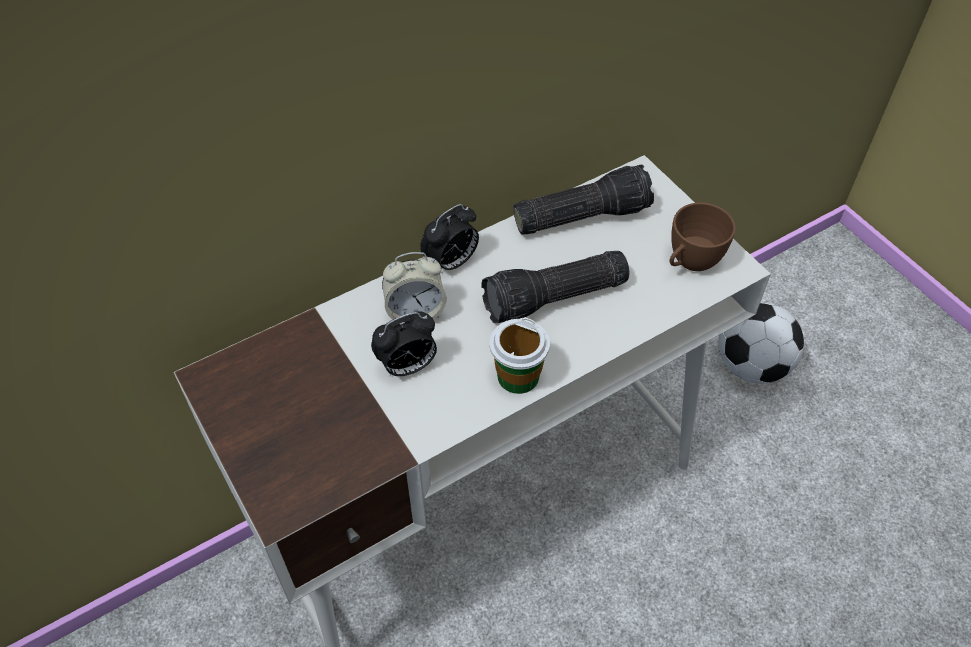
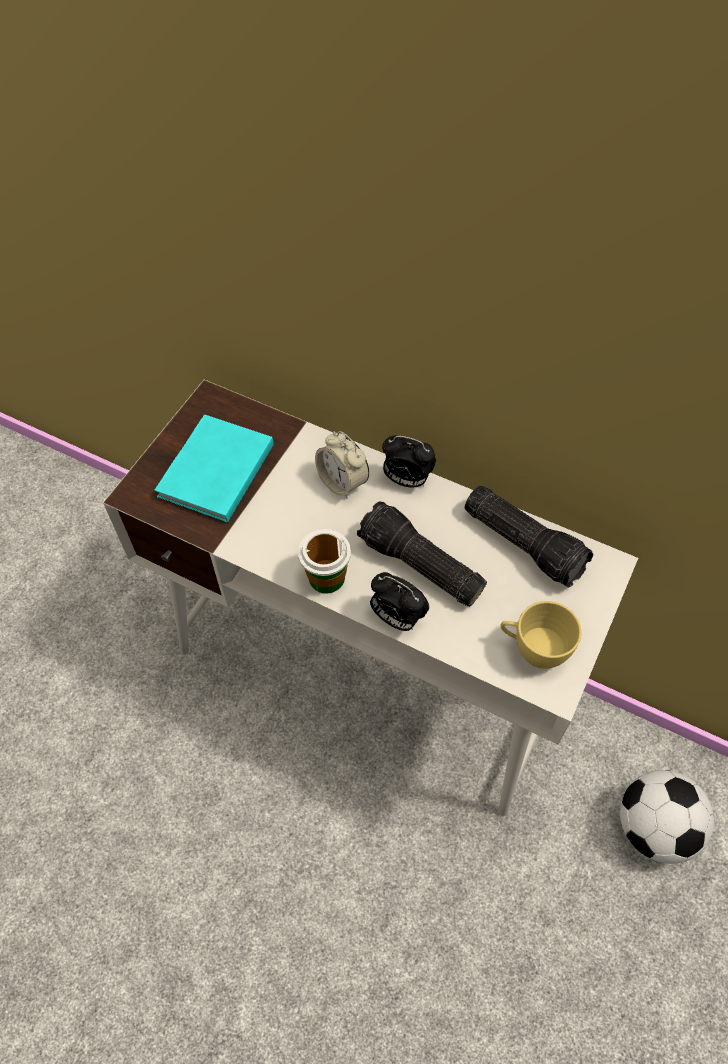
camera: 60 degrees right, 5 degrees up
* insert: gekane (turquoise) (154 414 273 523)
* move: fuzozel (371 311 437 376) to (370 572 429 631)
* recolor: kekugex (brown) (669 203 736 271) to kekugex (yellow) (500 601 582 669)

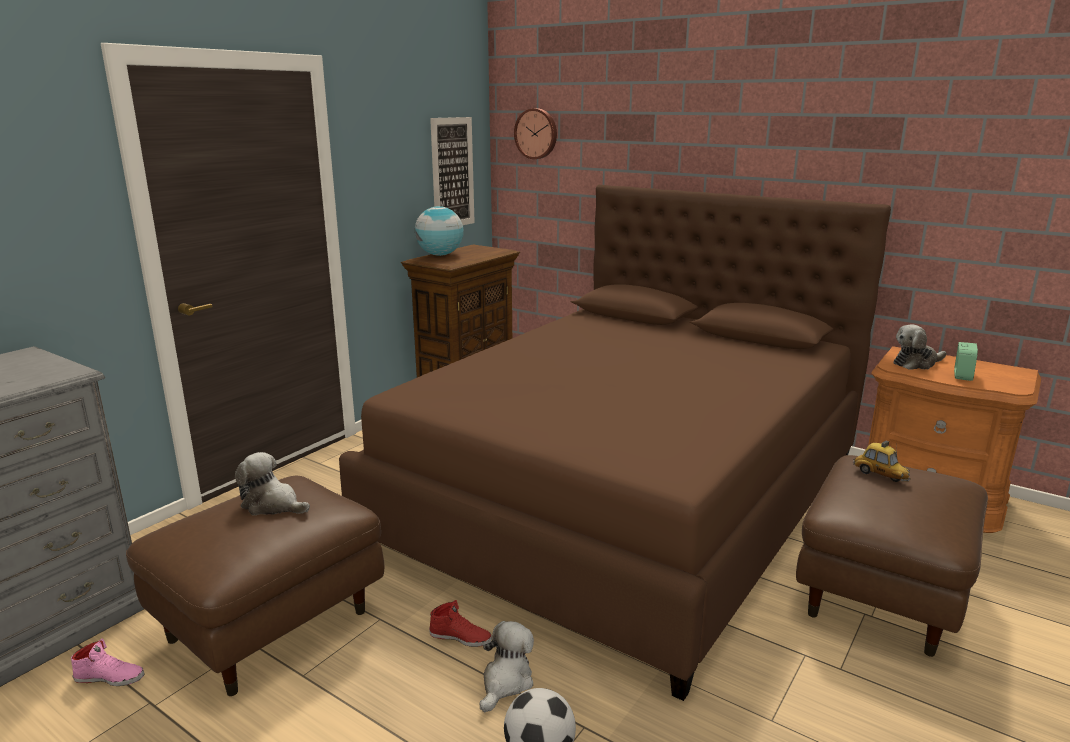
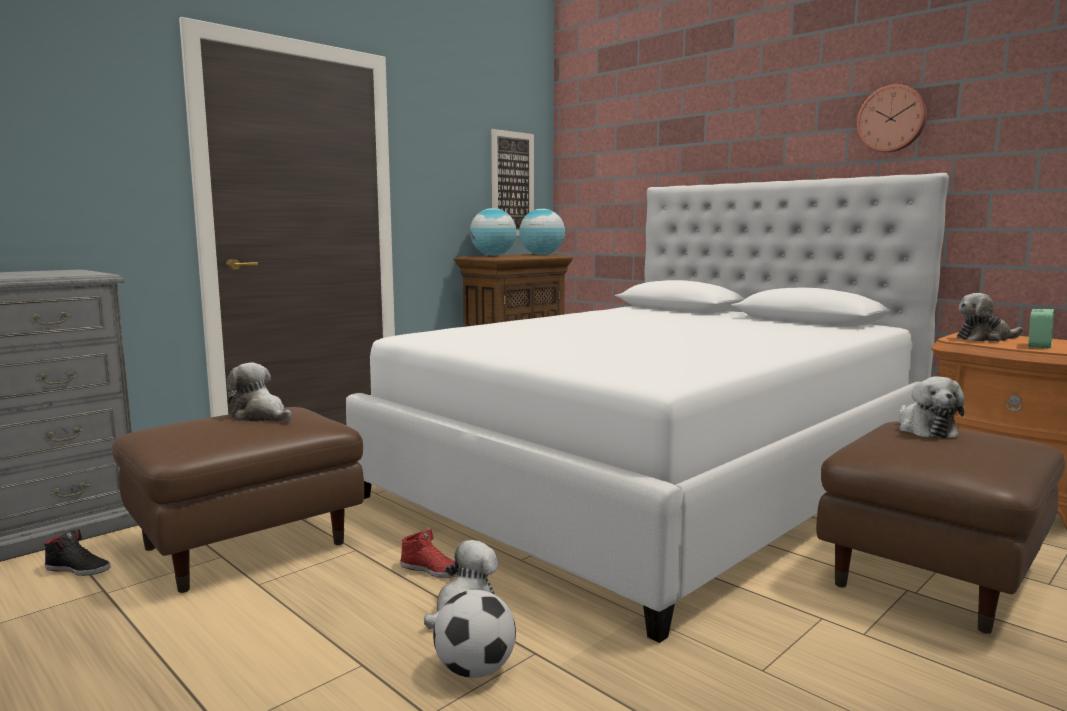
camera: 10 degrees right, 10 degrees down
* insert: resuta (519 208 565 255)
* move: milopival (514 108 557 159) to (857 84 927 152)
* replace: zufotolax (853 441 910 482) to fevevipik (899 376 964 438)
* recolor: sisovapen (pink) (71 639 145 686) to sisovapen (black) (44 529 111 576)
* recolor: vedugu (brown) (339 185 891 701) to vedugu (white) (346 173 949 643)

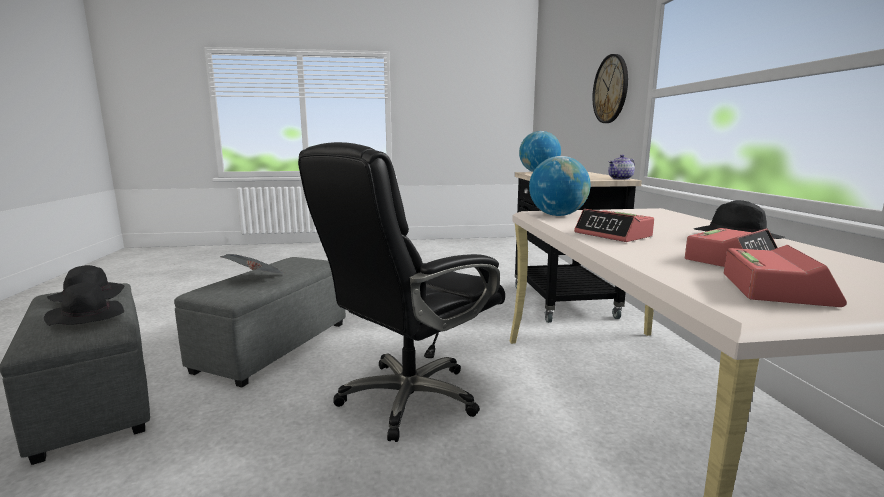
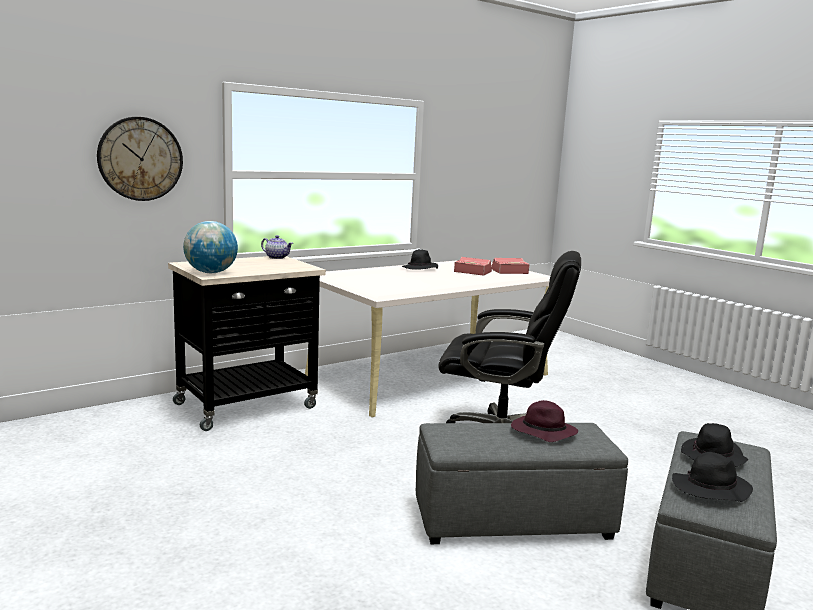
camera: 120 degrees left, 0 degrees up
* delete: resuta (529 156 590 216)
* delete: fuzozel (574 209 654 242)
* replace: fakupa (220 254 284 273) to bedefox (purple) (511 400 578 442)

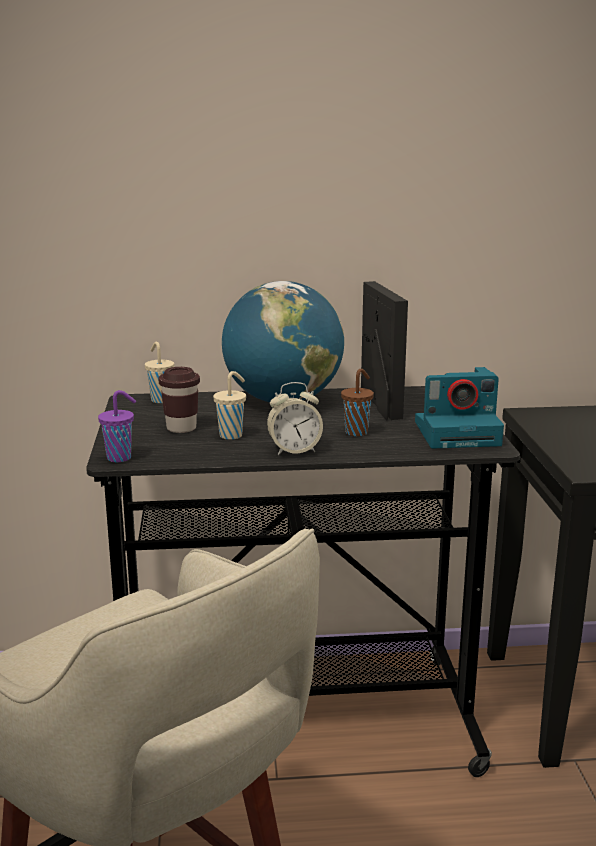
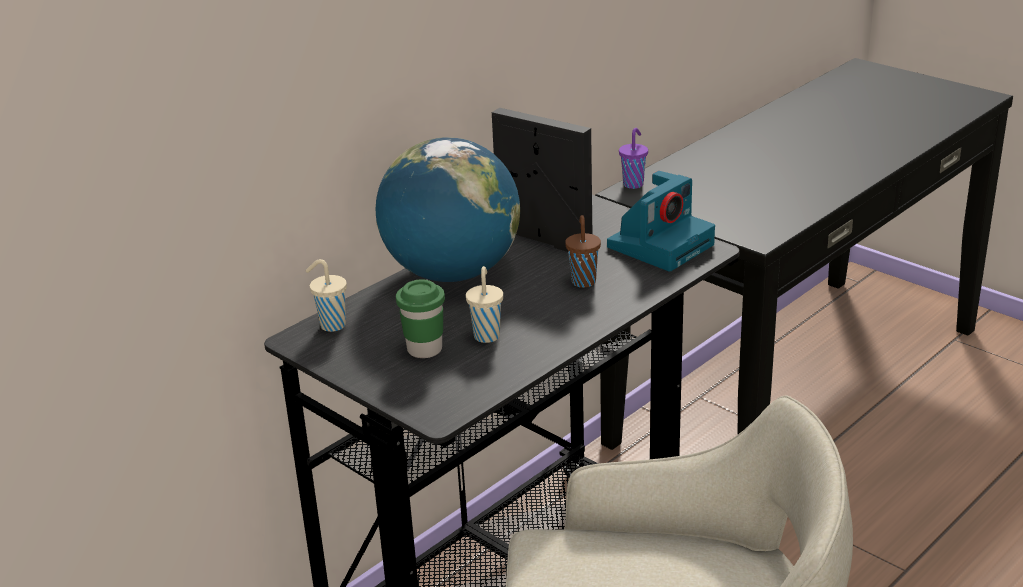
camera: 40 degrees left, 10 degrees up
* delete: fuzozel (267 382 323 455)
* move: kekugex (purple) (98 390 136 462) to (619 128 648 189)
* recolor: kekugex (brown) (159 367 200 433) to kekugex (green) (396 280 445 358)

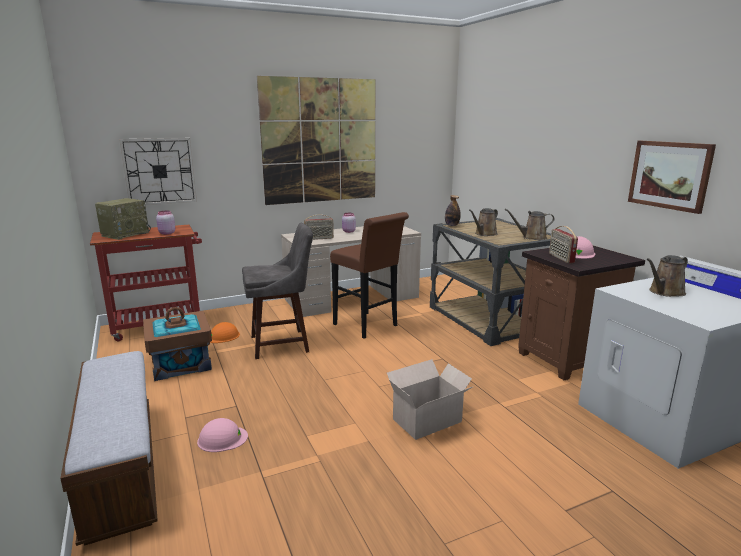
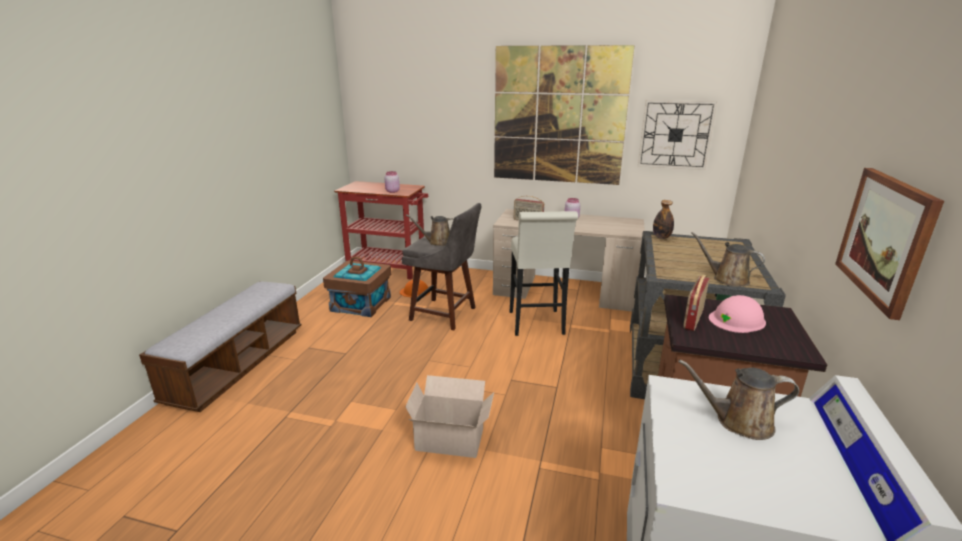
camera: 40 degrees right, 5 degrees up
* delete: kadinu (95 198 151 240)
* delete: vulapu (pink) (197 418 248 452)
* move: milopival (119 138 197 205) to (638 100 717 170)
* move: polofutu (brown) (469 208 498 236) to (406 214 454 246)
* recolor: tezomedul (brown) (330 212 409 339) to tezomedul (white) (509 211 578 336)

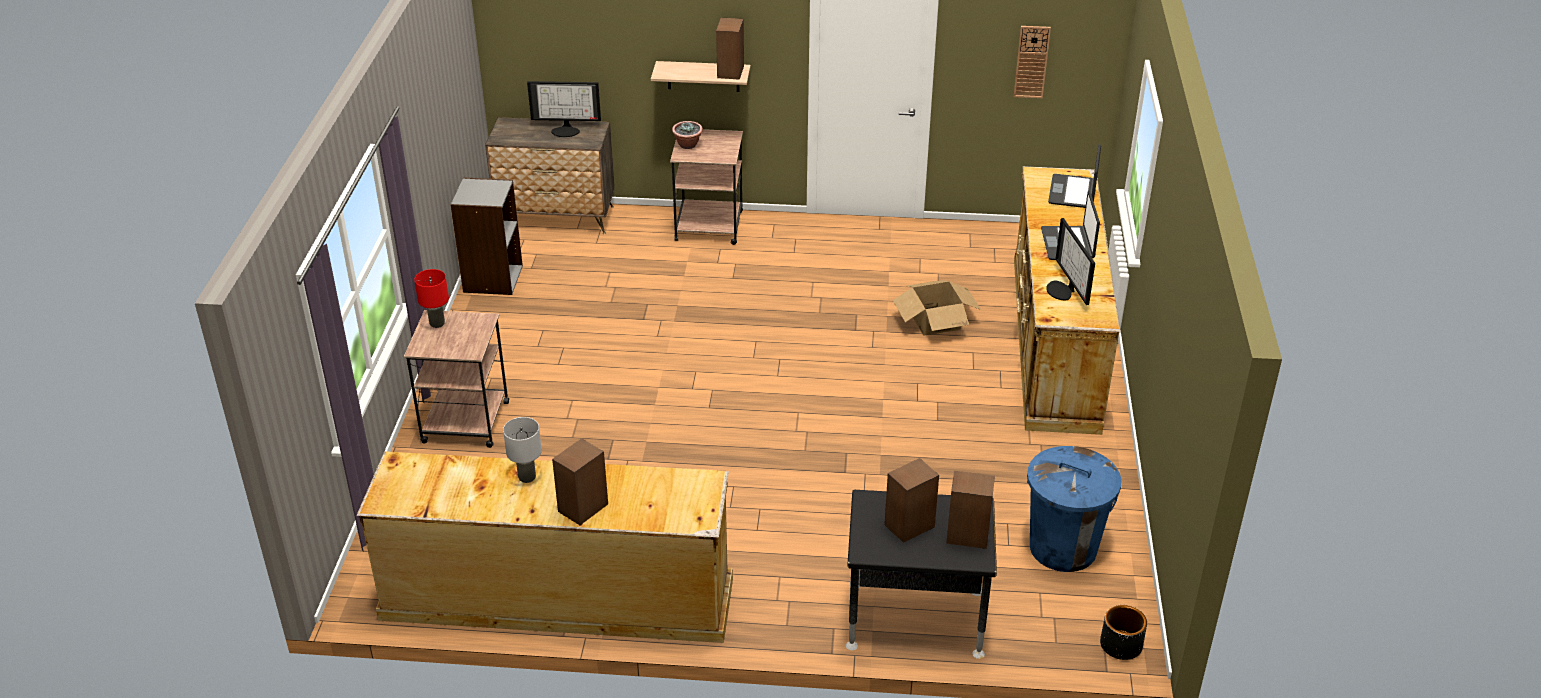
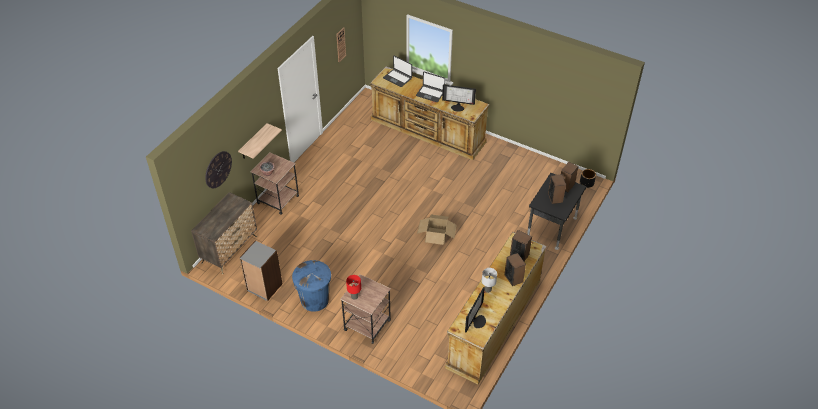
camera: 65 degrees left, 10 degrees up
* insert: milopival (205 151 232 188)
* move: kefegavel (527 81 601 137) to (465 287 486 332)
* move: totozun (716 18 744 80) to (510 230 532 261)
* move: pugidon (893 280 981 336) to (417 215 457 245)
* move: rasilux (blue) (1027 446 1121 572) to (292 260 331 312)

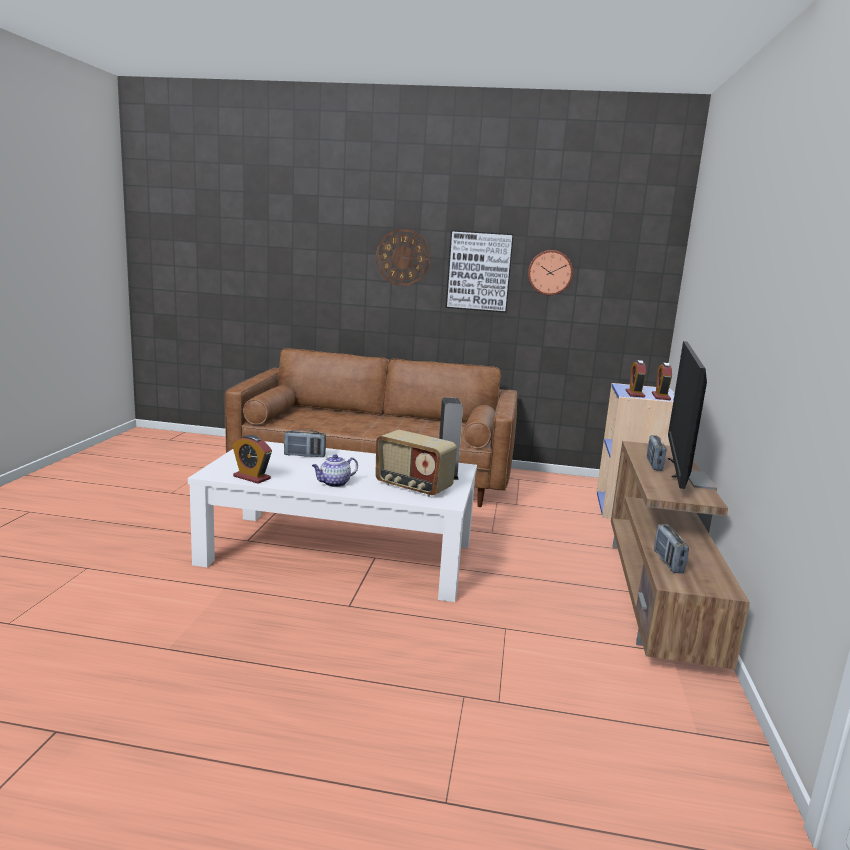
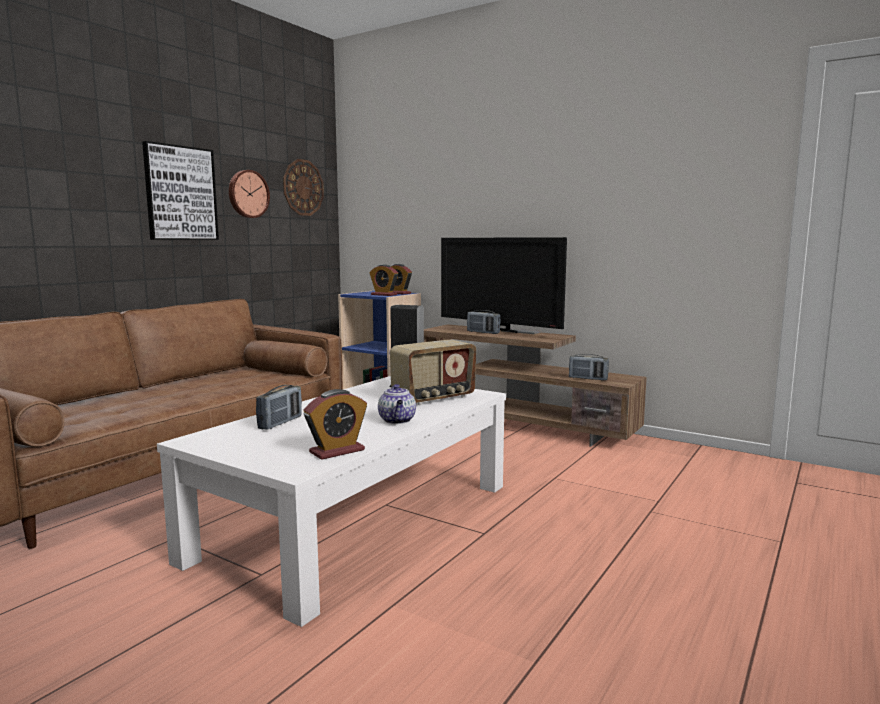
camera: 65 degrees left, 5 degrees down
* move: milopival (376 229 430 286) to (283 159 324 216)

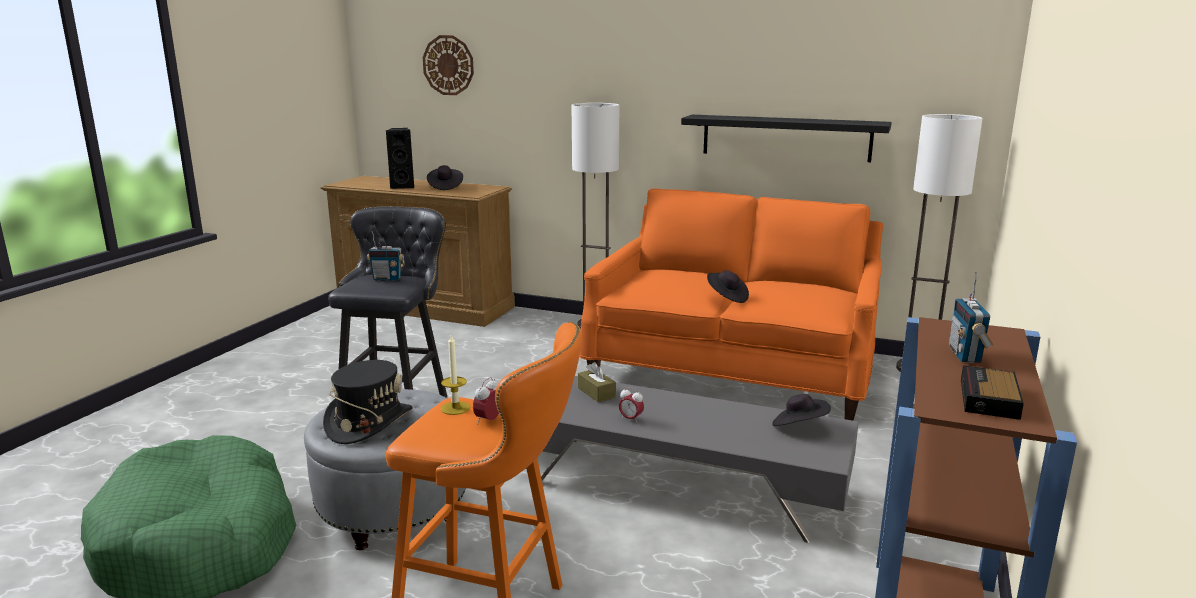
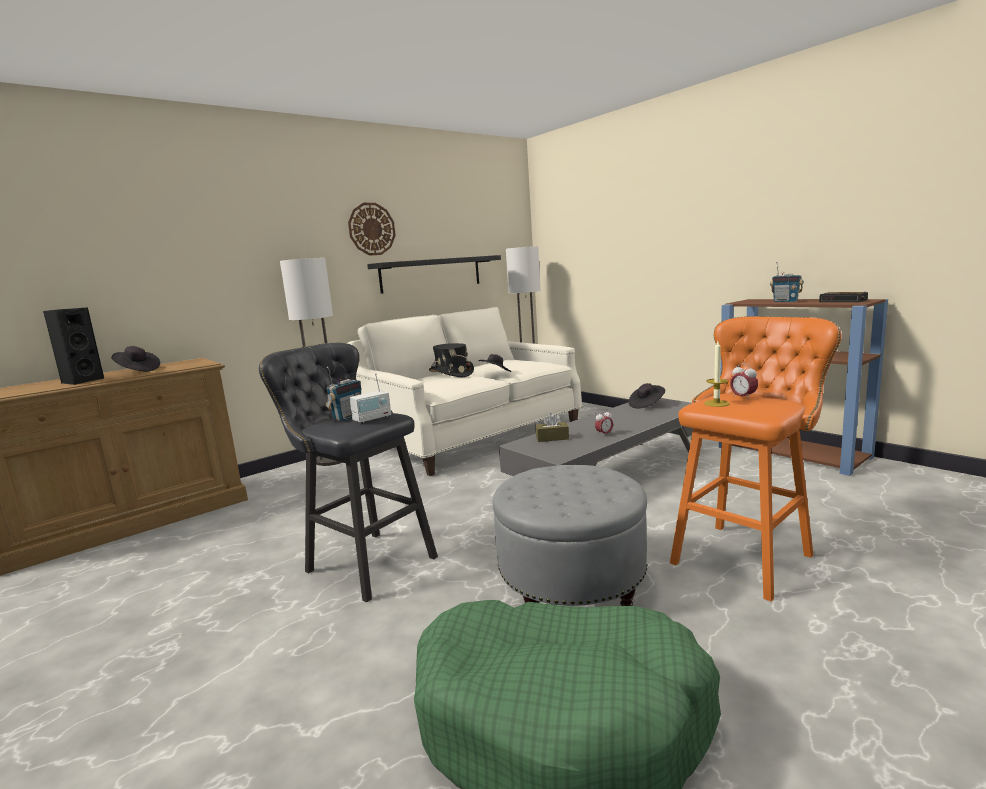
camera: 60 degrees left, 5 degrees down
* insert: kadinu (349 373 391 423)
* move: bedefox (black) (323 360 413 444) to (429 343 474 377)
* move: milopival (423 35 474 95) to (348 203 396 256)
* recolor: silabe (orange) (580 188 883 421) to silabe (white) (348 307 583 476)

